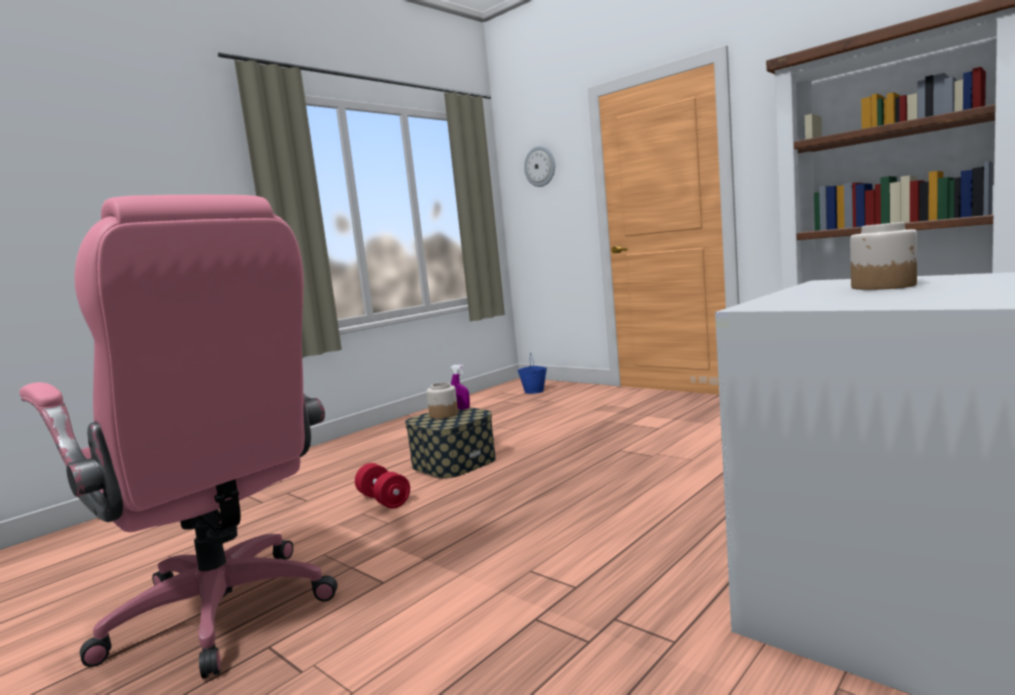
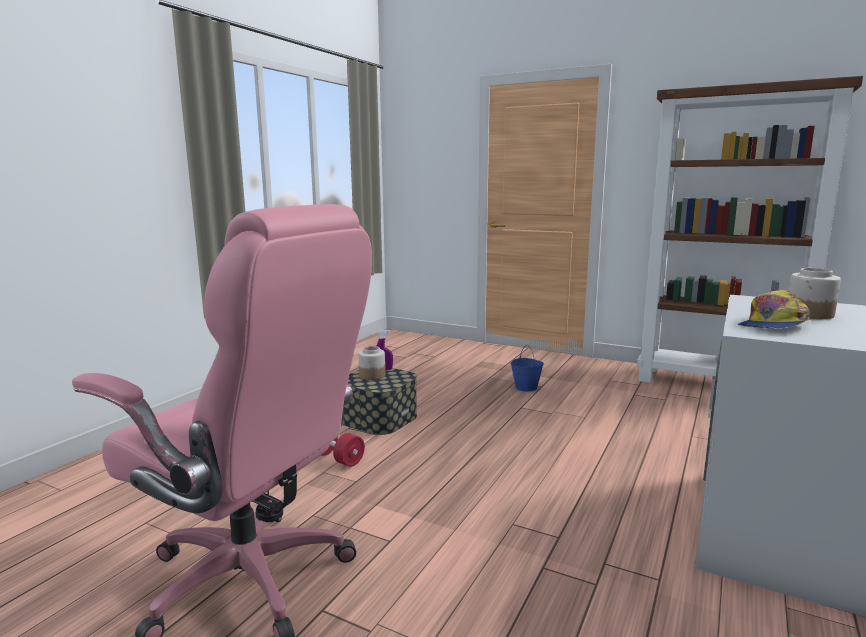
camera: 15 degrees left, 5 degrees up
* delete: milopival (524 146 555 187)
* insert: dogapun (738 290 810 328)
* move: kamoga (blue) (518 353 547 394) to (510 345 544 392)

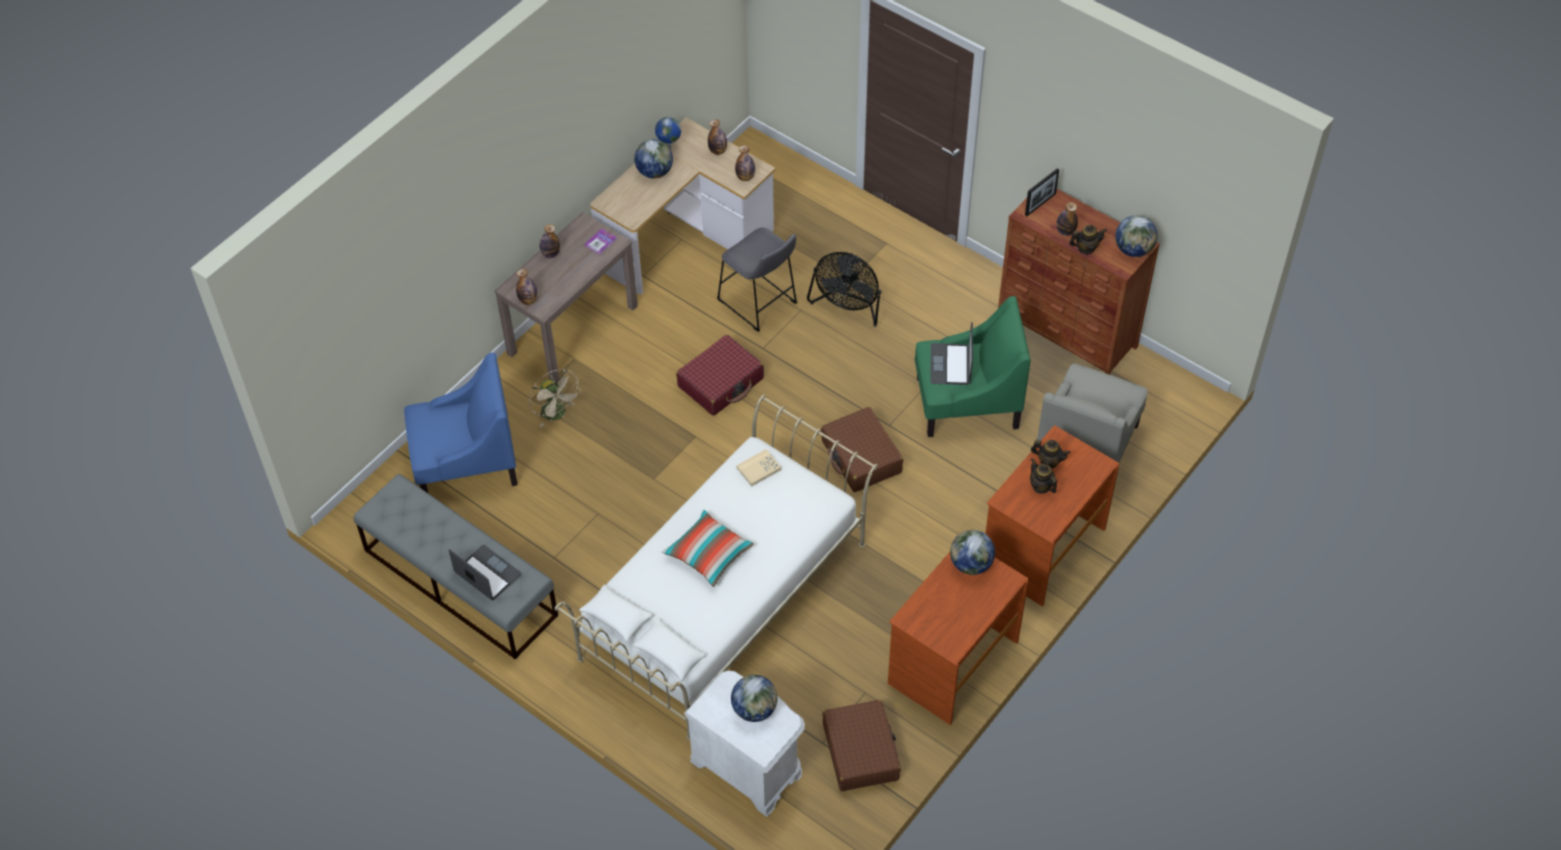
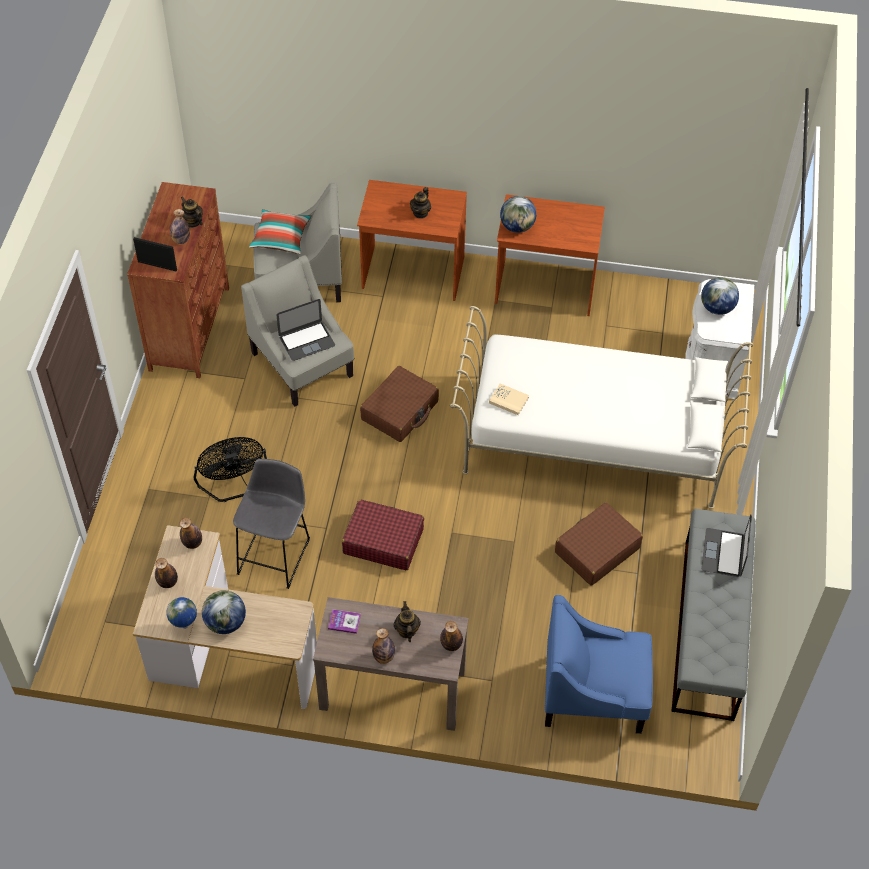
camera: 120 degrees left, 0 degrees up
* delete: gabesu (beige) (529 369 582 427)
* delete: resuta (1115 215 1157 257)
* move: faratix (662 510 754 587) to (249 209 312 254)
* move: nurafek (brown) (822 700 901 791) to (555 502 643 586)
* move: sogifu (1031 440 1071 469) to (394 601 421 642)
* recolor: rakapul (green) (915 296 1031 437) to rakapul (grey) (241 255 355 407)
* rotate: rakapul (blue) (404 353 517 494) = (545 595 653 734) 45 degrees counterclockwise
* rotate: gabesu (black) (807 252 882 327) = (193 437 267 502) 105 degrees counterclockwise

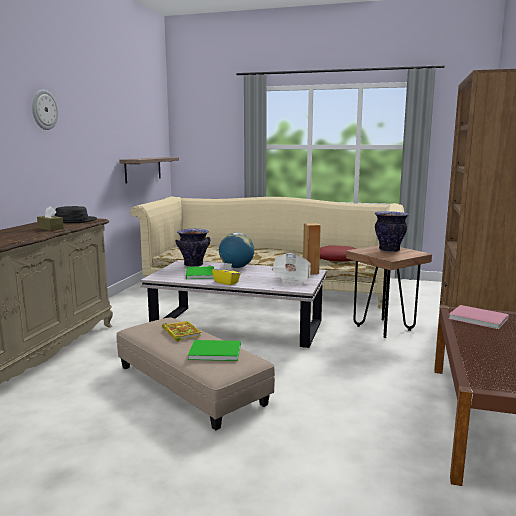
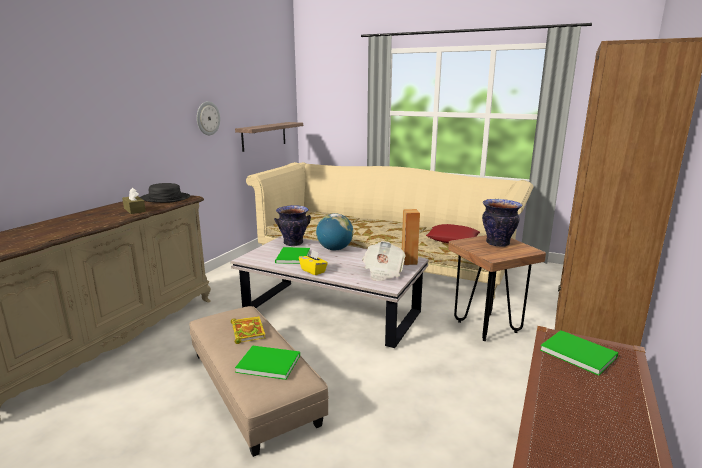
camera: 10 degrees right, 5 degrees up
* move: milopival (32 89 58 130) to (197 101 220 135)
* recolor: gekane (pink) (448 305 509 329) to gekane (green) (540 330 618 376)

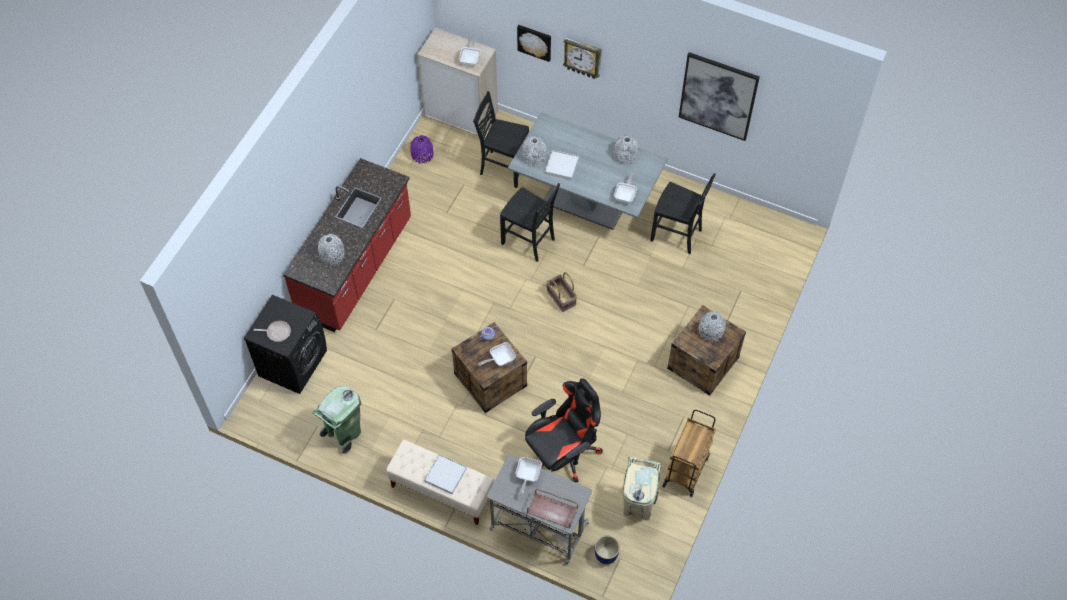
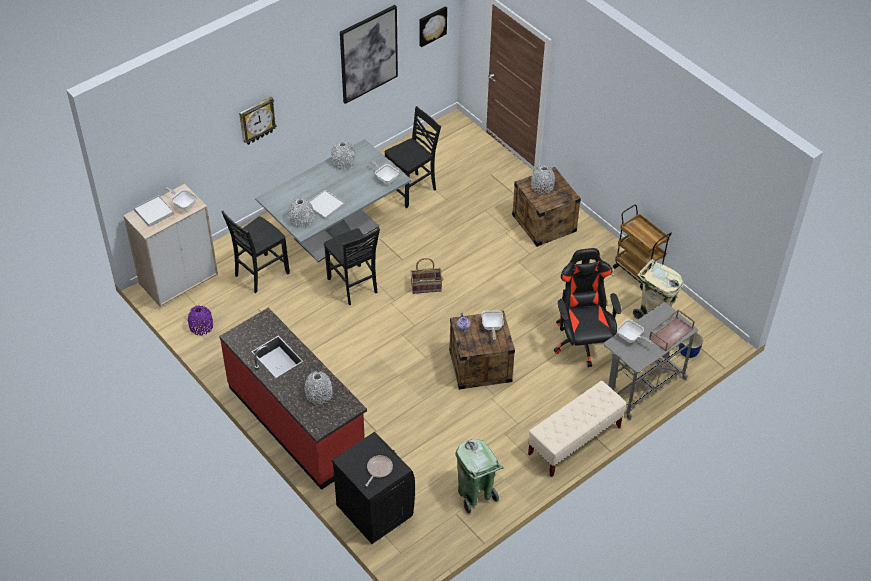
camera: 65 degrees left, 10 degrees down
* move: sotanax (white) (424 454 467 494) to (134 195 174 227)
* move: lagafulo (517 25 551 62) to (419 6 447 47)
* rotate: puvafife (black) (500 183 560 262) = (324 228 380 305) 90 degrees clockwise

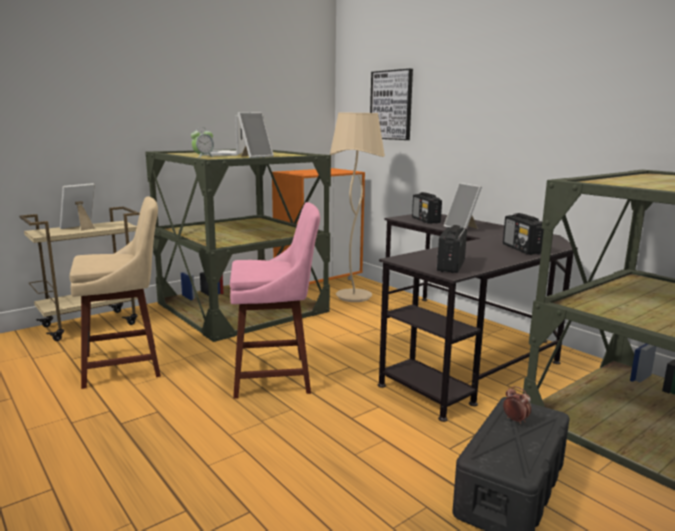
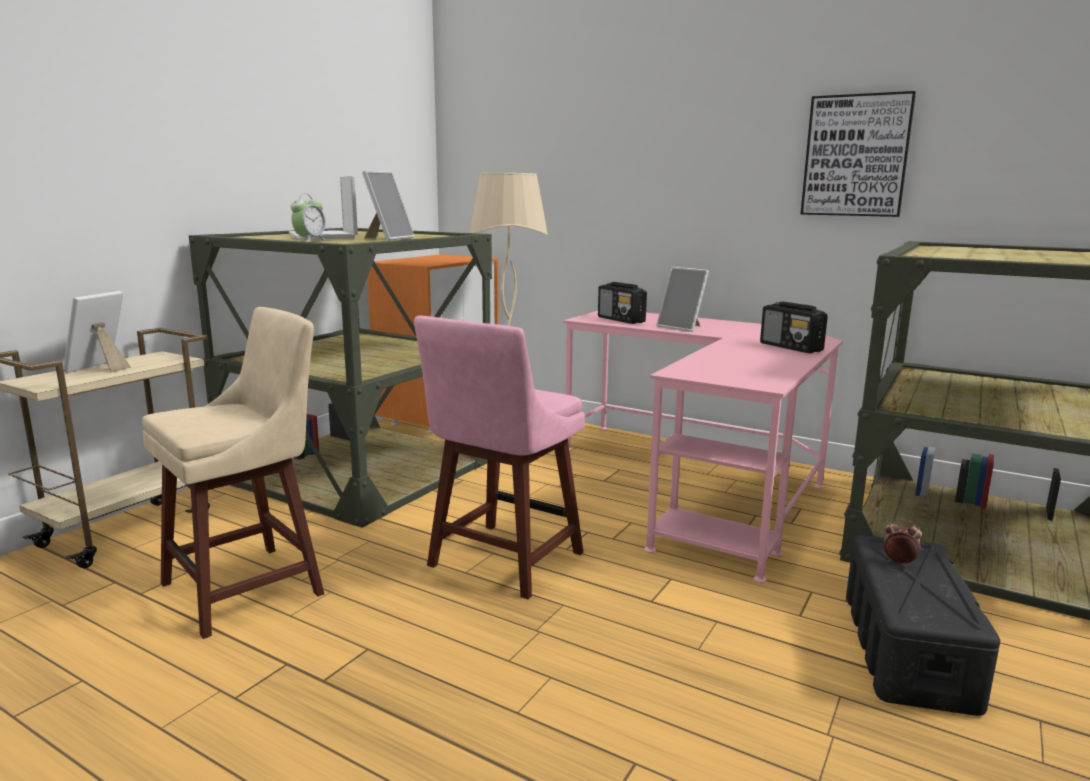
camera: 20 degrees left, 0 degrees up
* delete: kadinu (436 225 467 273)
* move: lagafulo (370 69 413 140) to (801 91 916 217)
* recolor: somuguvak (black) (378 214 578 422) to somuguvak (pink) (563 311 843 583)
* rotate: puvafife (pink) (230 202 320 399) = (414 316 585 599) 150 degrees clockwise

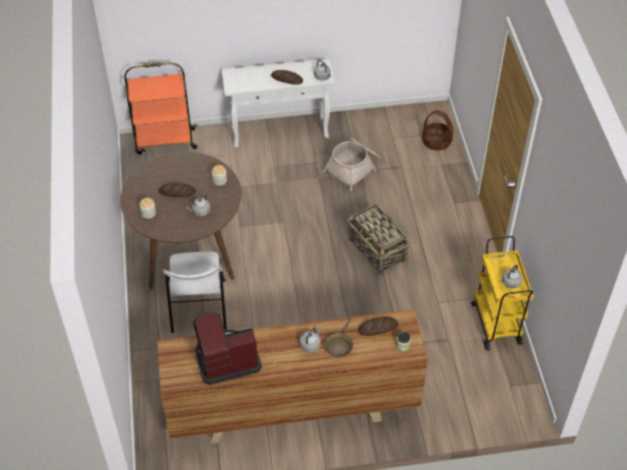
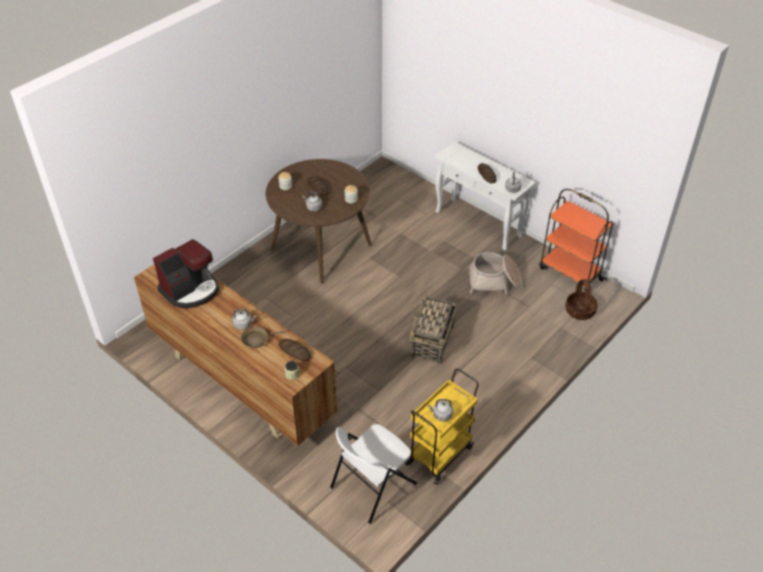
camera: 50 degrees right, 5 degrees down
* move: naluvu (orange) (124 62 198 155) to (539 189 613 290)
* move: puvafife (white) (162 252 227 333) to (330 424 417 524)
* rotate: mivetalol (193 313 262 385) = (153 239 219 309) 105 degrees clockwise

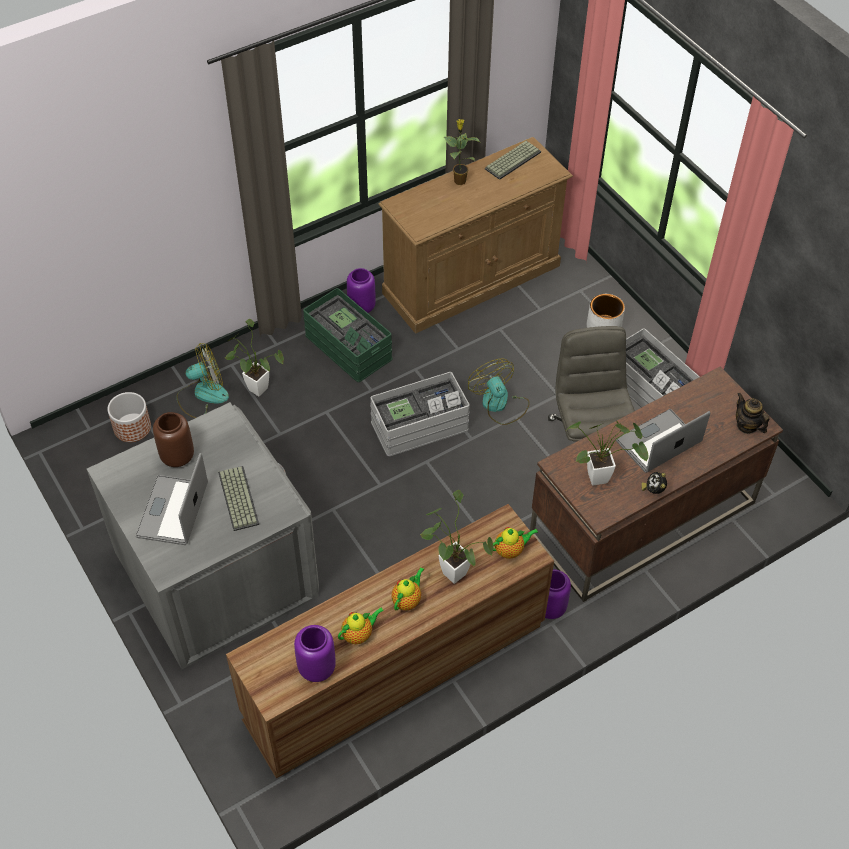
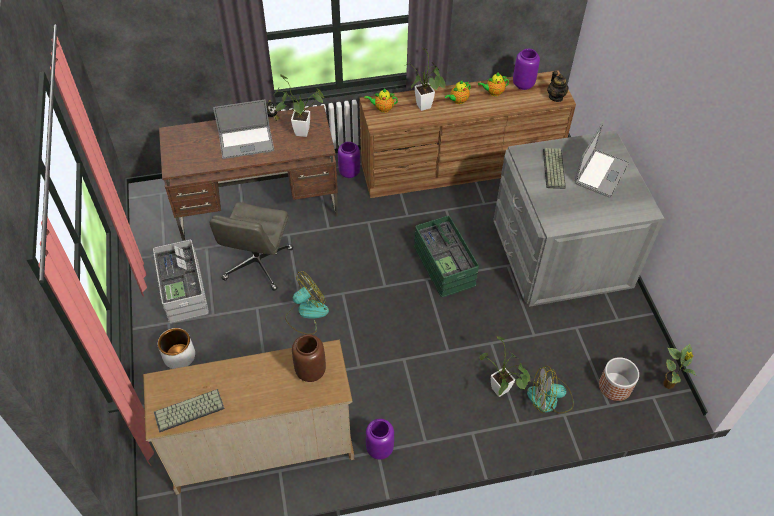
camera: 160 degrees left, 0 degrees up
* delete: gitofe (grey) (370 372 470 456)
* move: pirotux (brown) (153 412 194 467) to (292 334 326 382)
* move: gitofe (green) (303 288 392 382) to (414 216 479 297)
* move: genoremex (444 119 480 185) to (663 344 696 389)
* move: sogifu (736 393 770 434) to (547 71 569 102)
* rotate: gabesu (468 359 530 425) = (285 271 329 335) 120 degrees counterclockwise

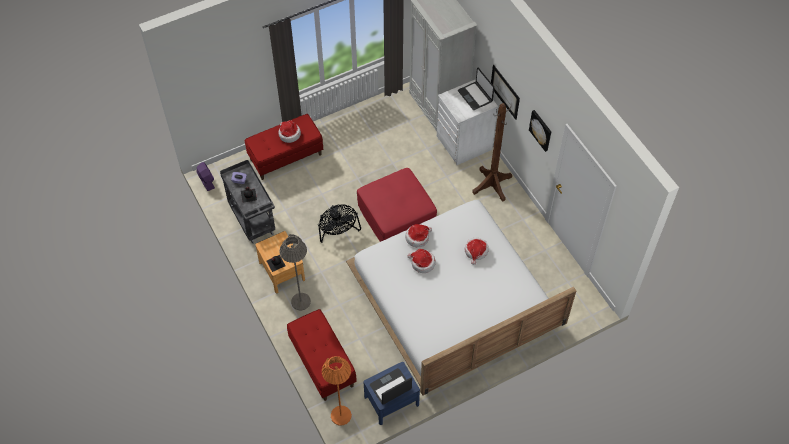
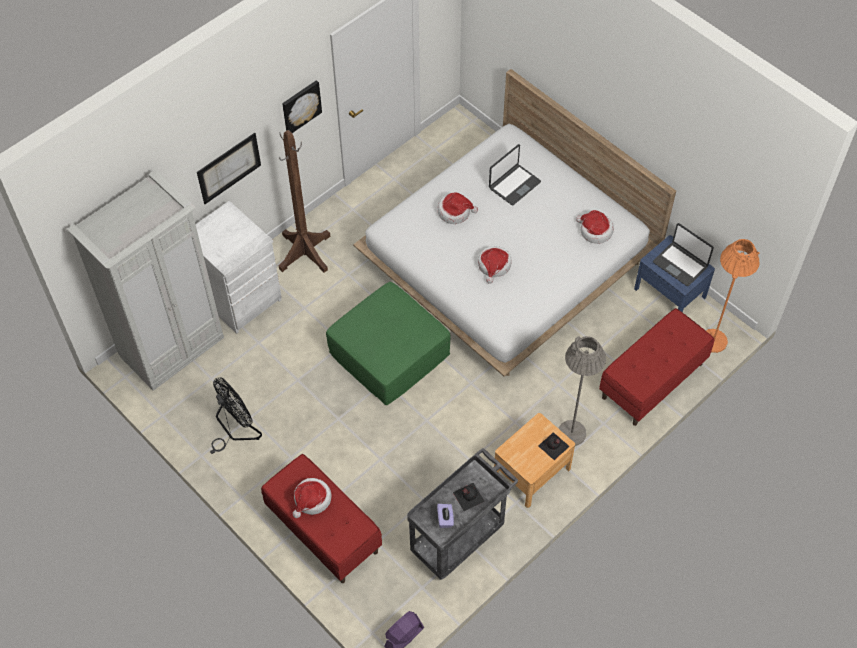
camera: 105 degrees left, 0 degrees up
* move: gabesu (black) (318 205 361 243) to (210 377 262 454)
* move: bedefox (405 224 432 247) to (576 210 614 244)
* move: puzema (458 67 494 110) to (489 144 541 205)
* recolor: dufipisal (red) (357 168 437 242) to dufipisal (green) (326 282 451 405)

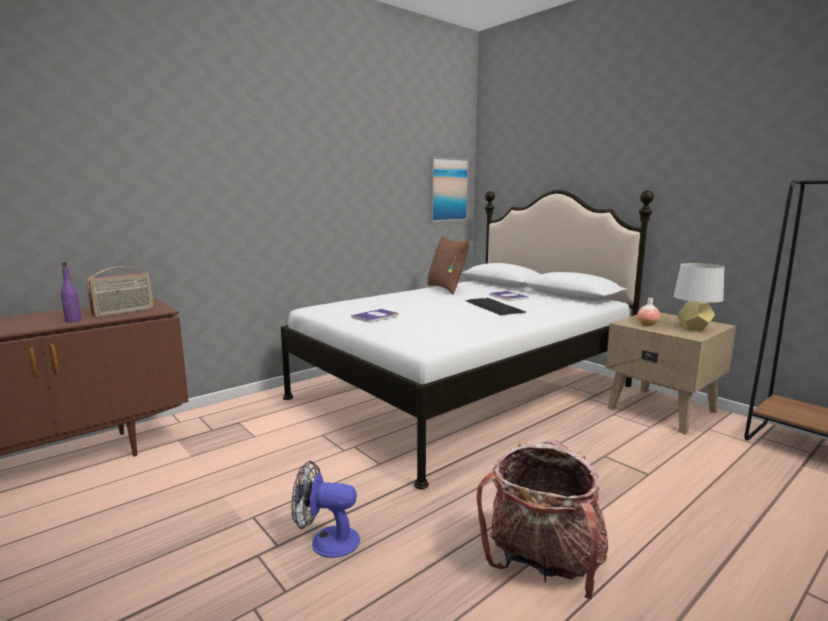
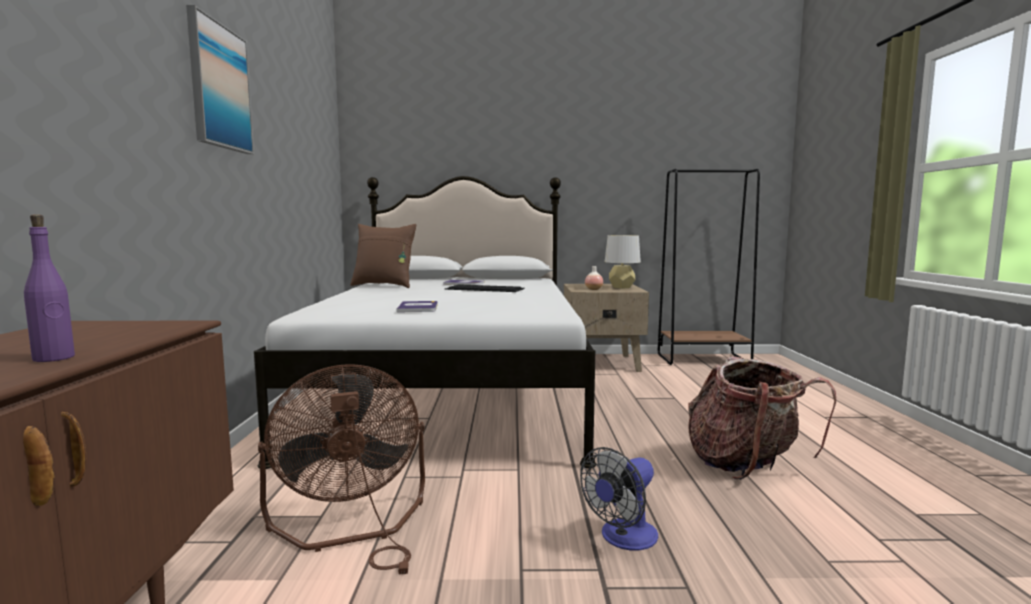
camera: 50 degrees left, 5 degrees down
* delete: kadinu (87 267 153 318)
* insert: gabesu (brown) (258 364 425 574)
* move: lagafulo (430 157 469 222) to (186 5 254 154)

